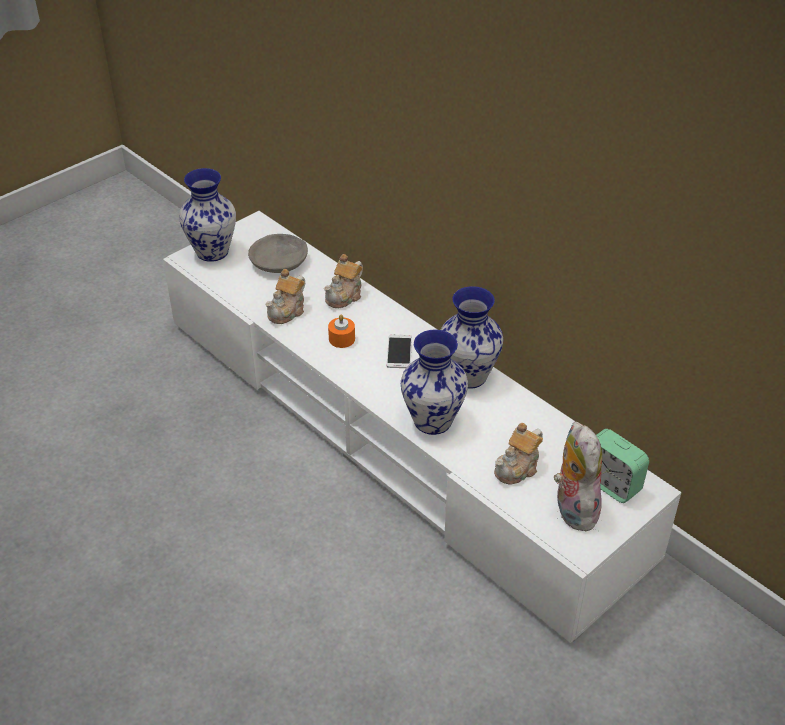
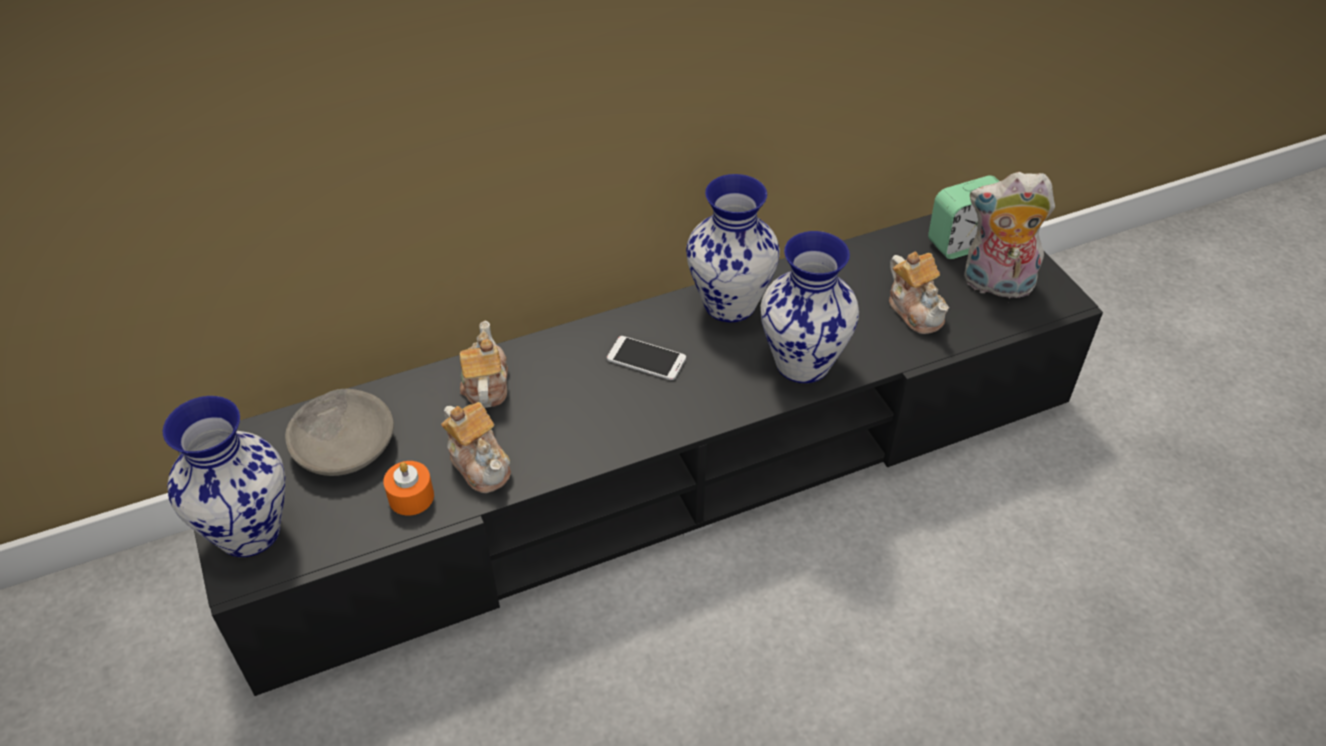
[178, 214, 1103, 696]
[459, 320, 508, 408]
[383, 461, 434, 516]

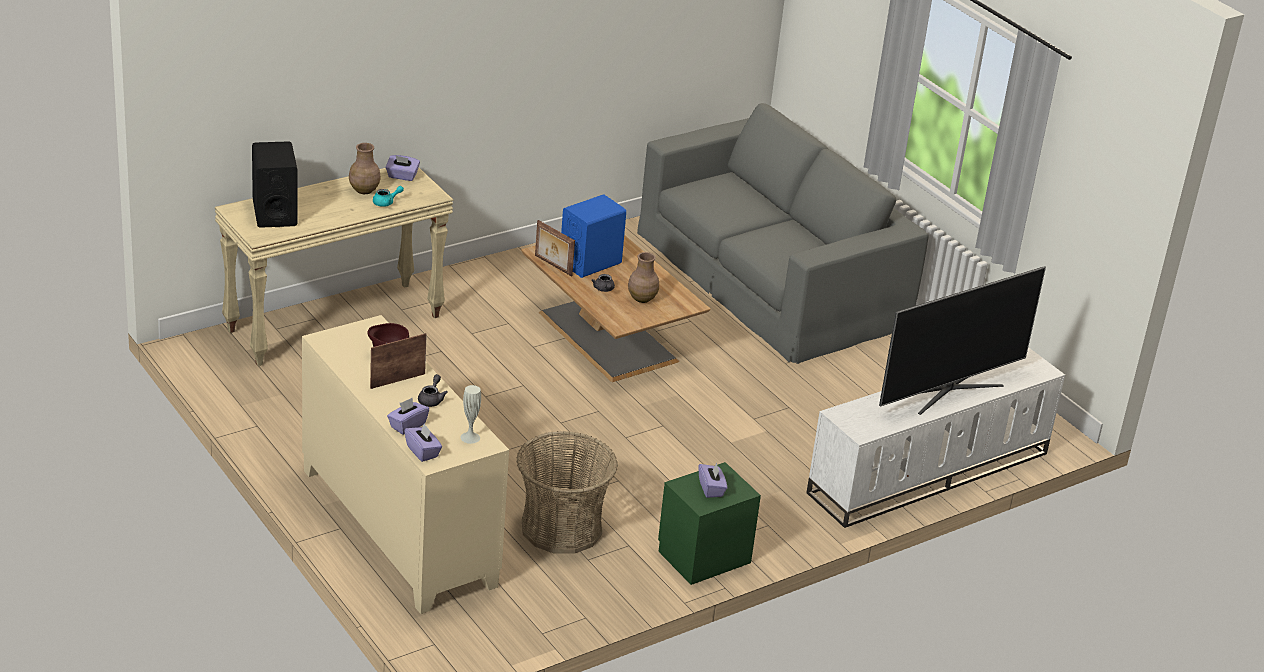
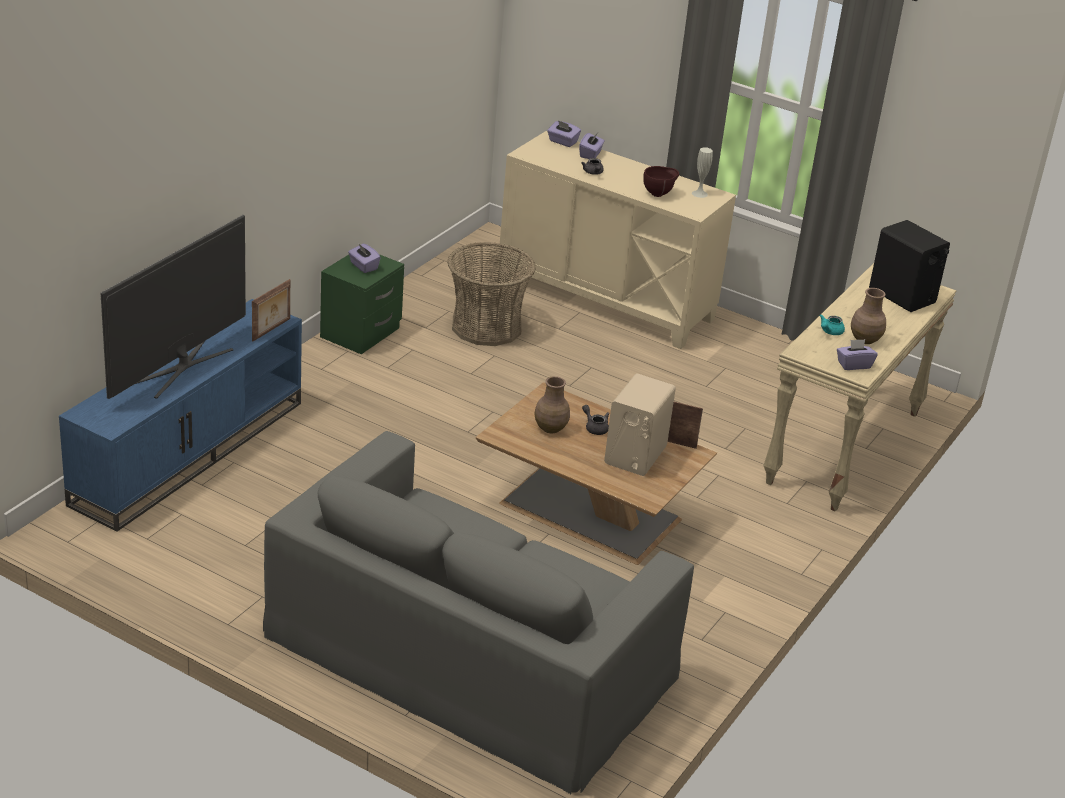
[252, 279, 290, 341]
[692, 147, 713, 198]
[604, 373, 676, 476]
[59, 299, 302, 532]

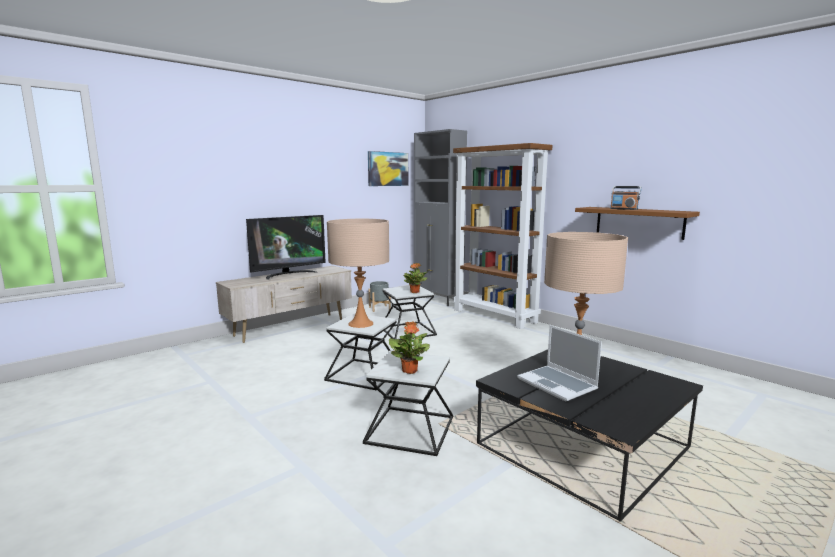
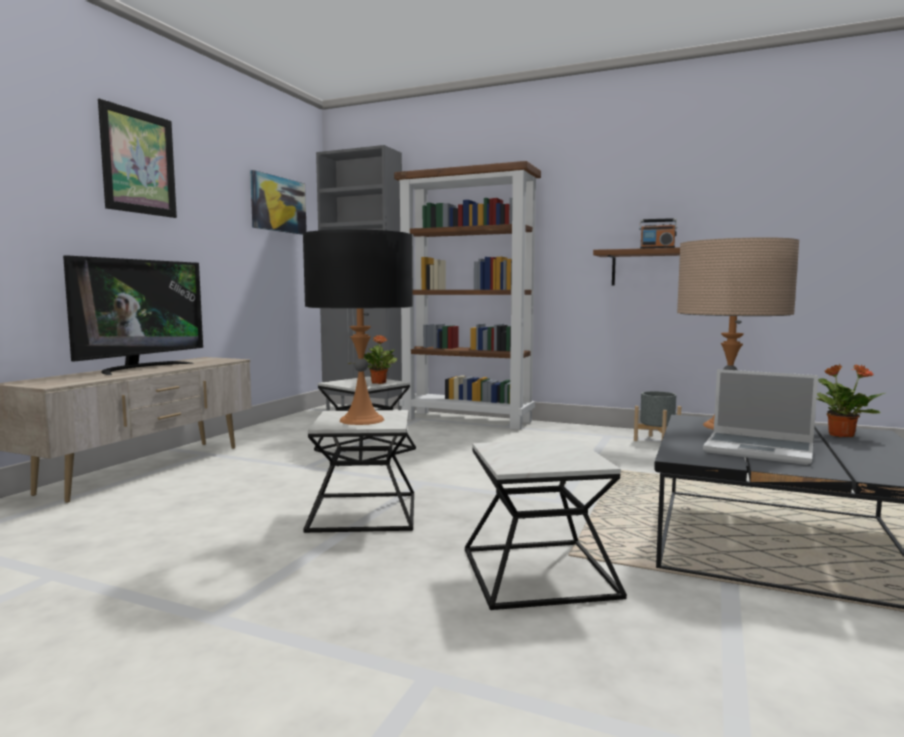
[303, 229, 413, 425]
[634, 391, 682, 441]
[817, 364, 885, 437]
[98, 98, 177, 218]

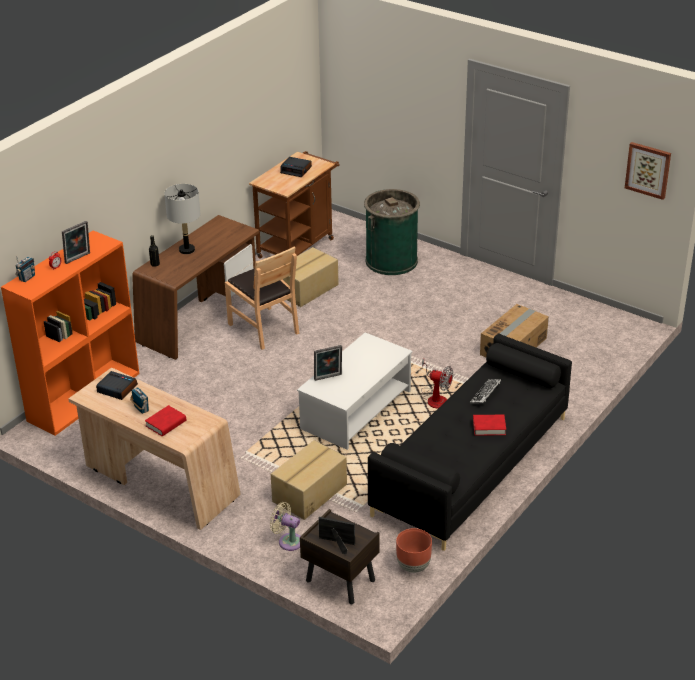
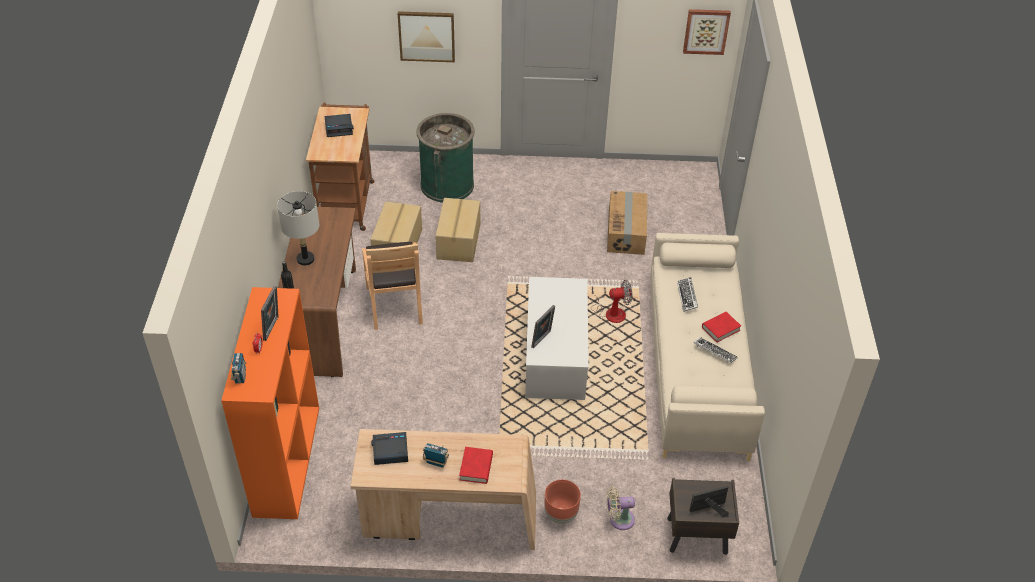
[362, 242, 423, 330]
[435, 198, 480, 262]
[650, 233, 765, 461]
[544, 480, 581, 524]
[398, 11, 455, 62]
[693, 337, 738, 363]

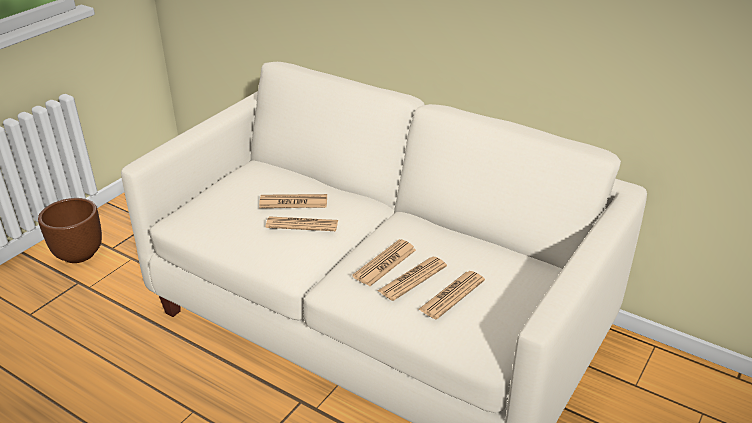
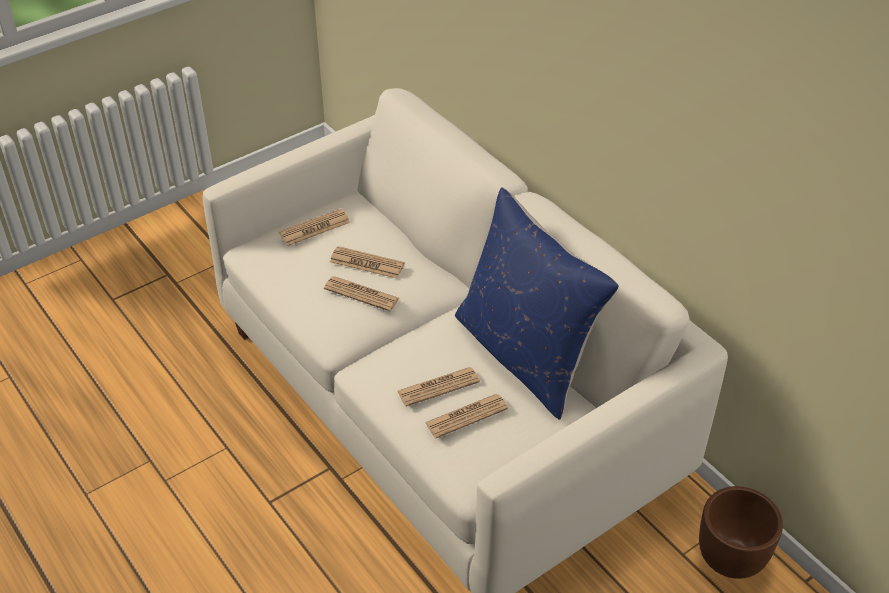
[699, 486, 783, 579]
[279, 209, 350, 246]
[455, 187, 619, 420]

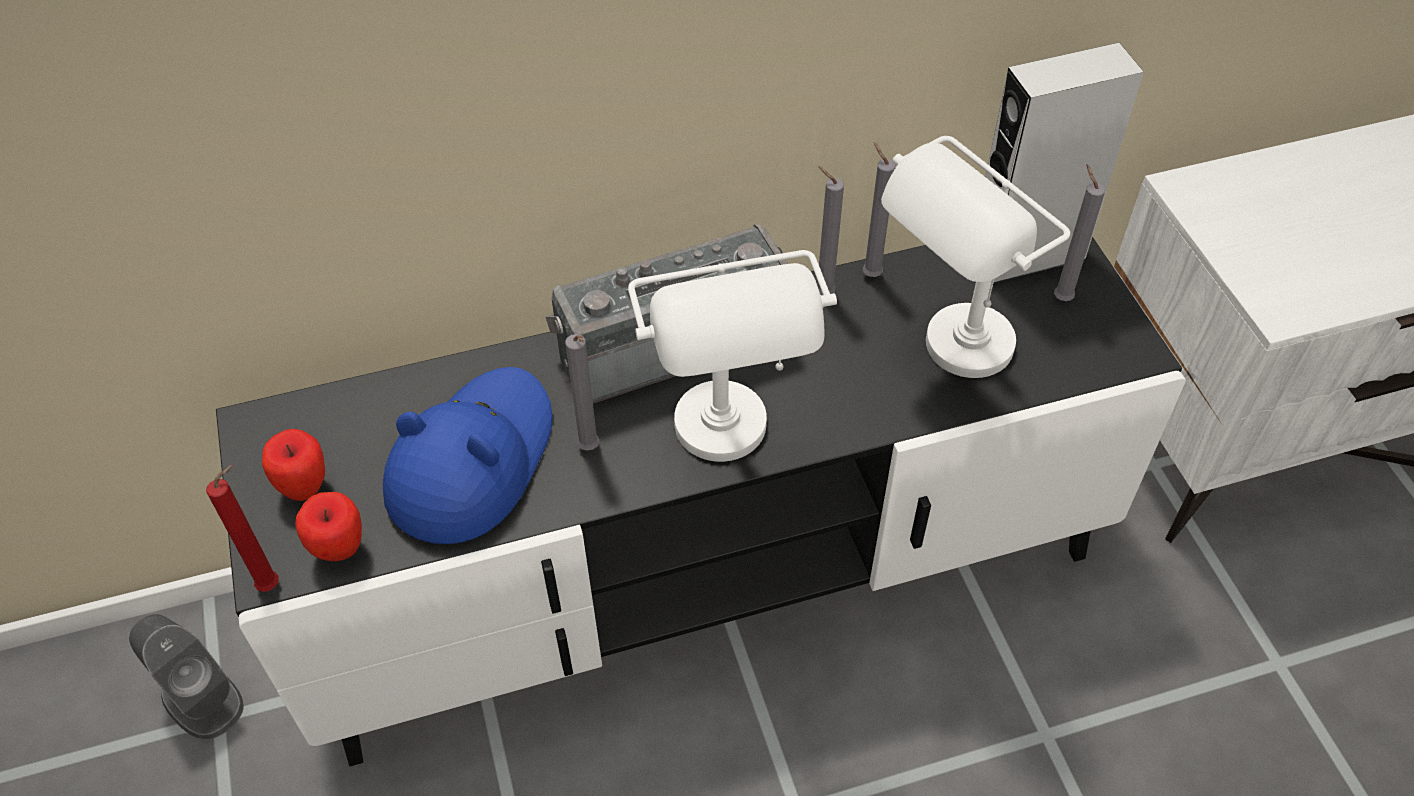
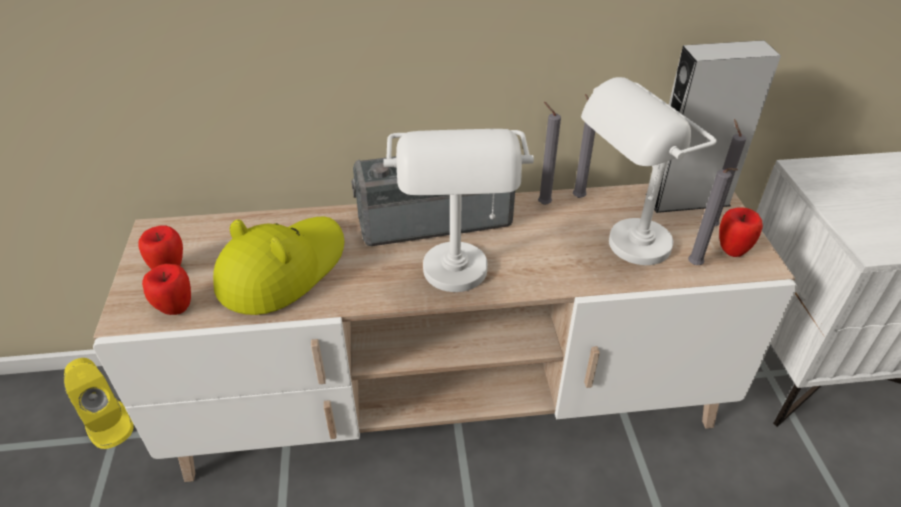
[64, 358, 134, 449]
[206, 465, 279, 592] (first image)
[93, 184, 797, 482]
[213, 216, 344, 315]
[688, 168, 738, 265]
[719, 207, 763, 257]

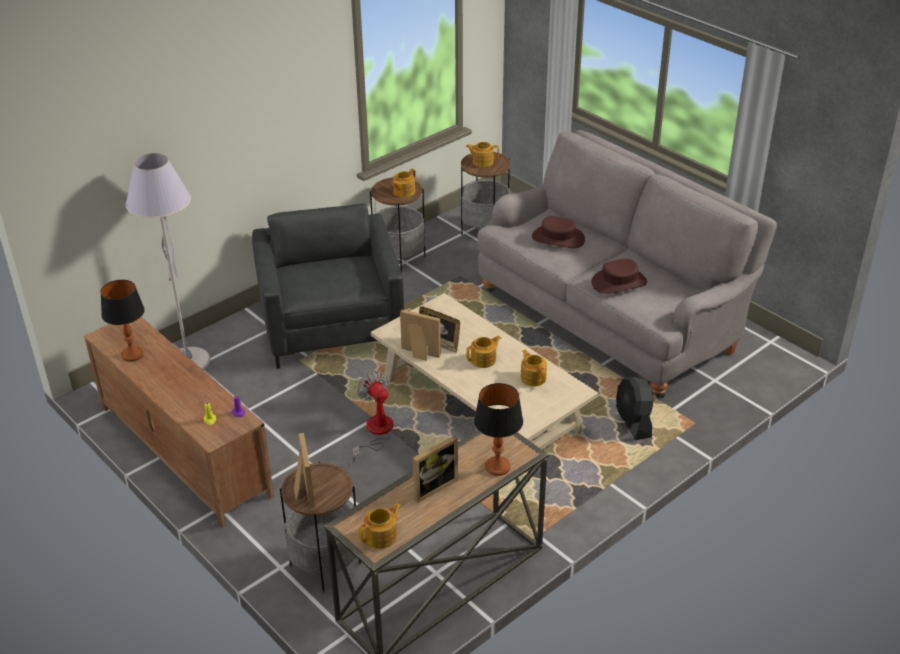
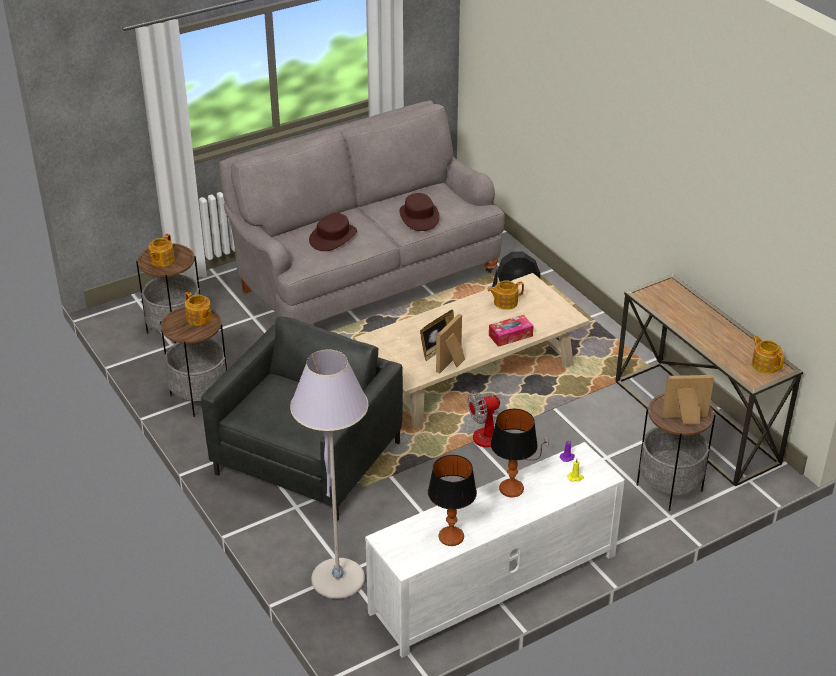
[365, 442, 625, 658]
[201, 316, 403, 521]
[413, 436, 458, 503] (first image)
[466, 336, 501, 368] (first image)
[490, 409, 538, 497]
[489, 315, 533, 347]

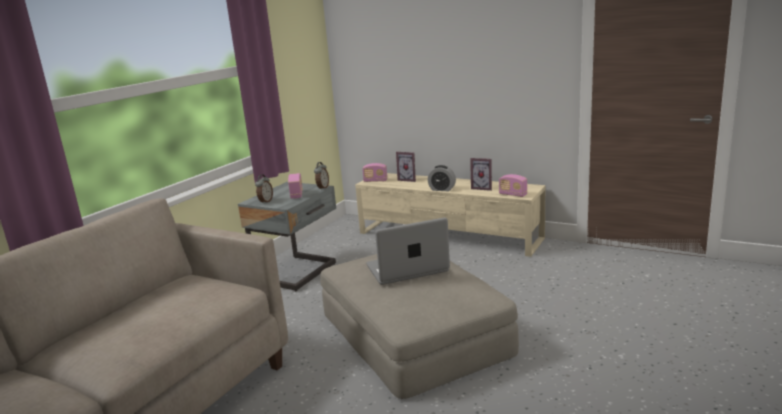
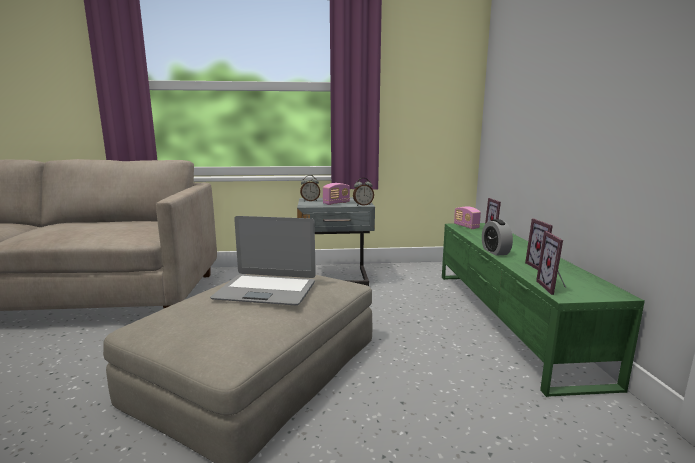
[442, 223, 645, 397]
[210, 216, 316, 305]
[536, 231, 567, 295]

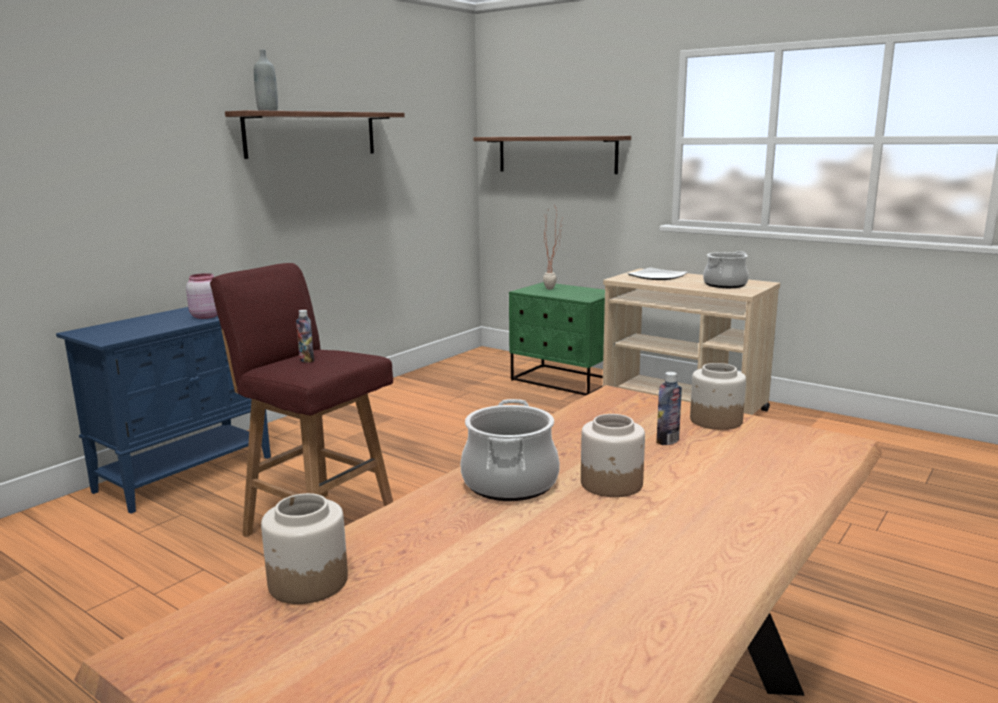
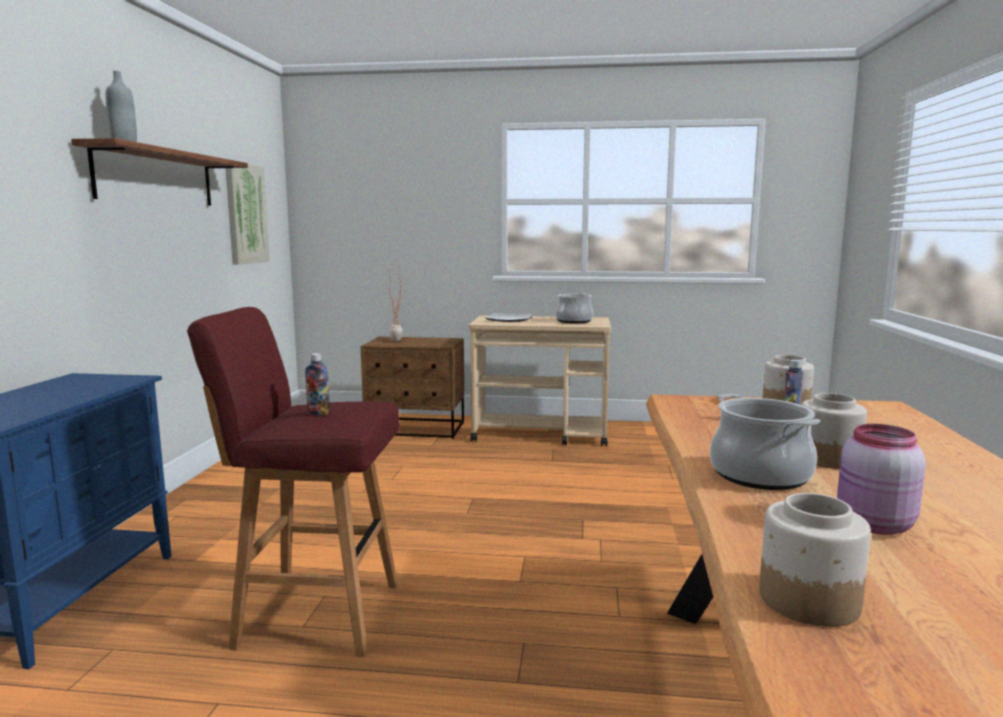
[837, 424, 926, 535]
[473, 136, 631, 174] (first image)
[361, 337, 464, 439]
[226, 164, 270, 265]

